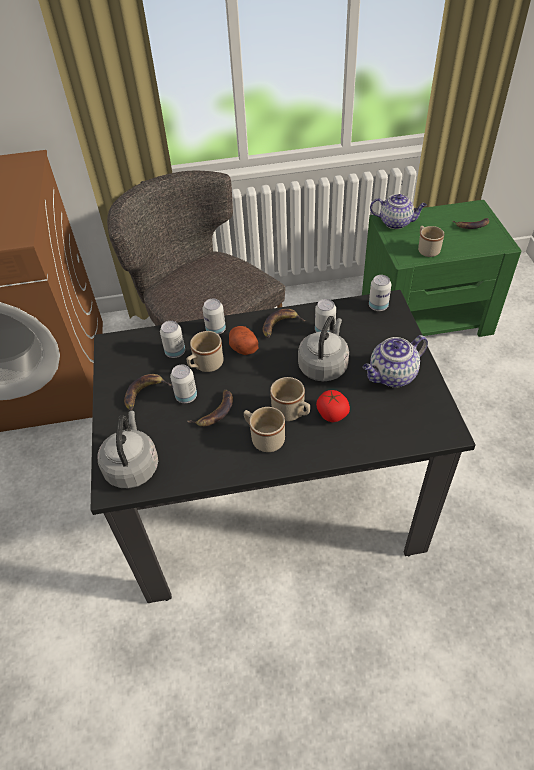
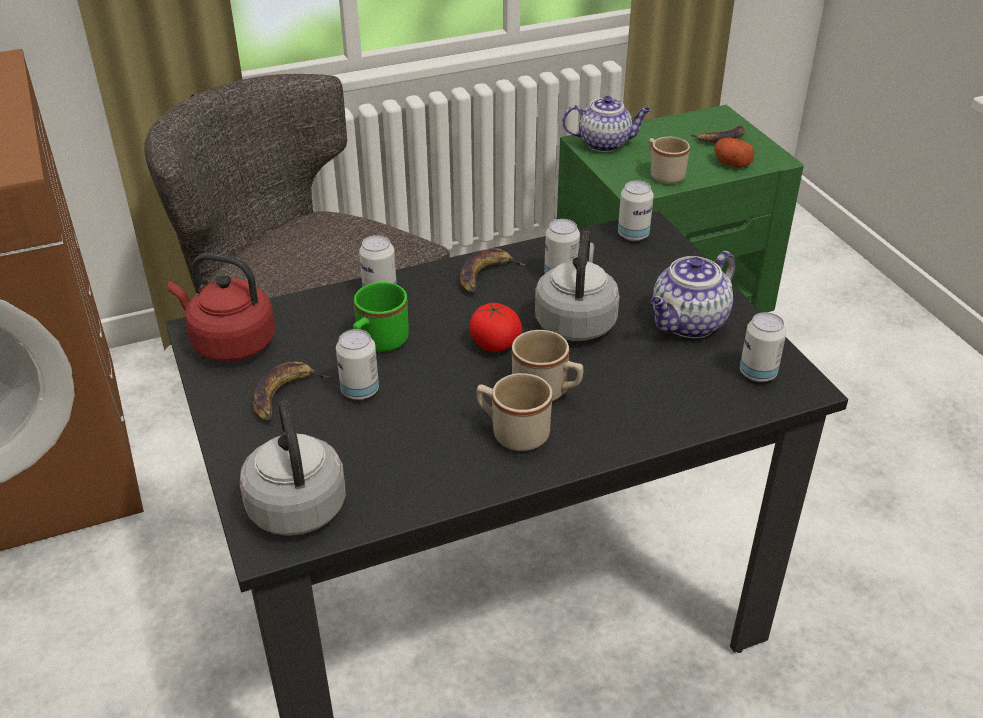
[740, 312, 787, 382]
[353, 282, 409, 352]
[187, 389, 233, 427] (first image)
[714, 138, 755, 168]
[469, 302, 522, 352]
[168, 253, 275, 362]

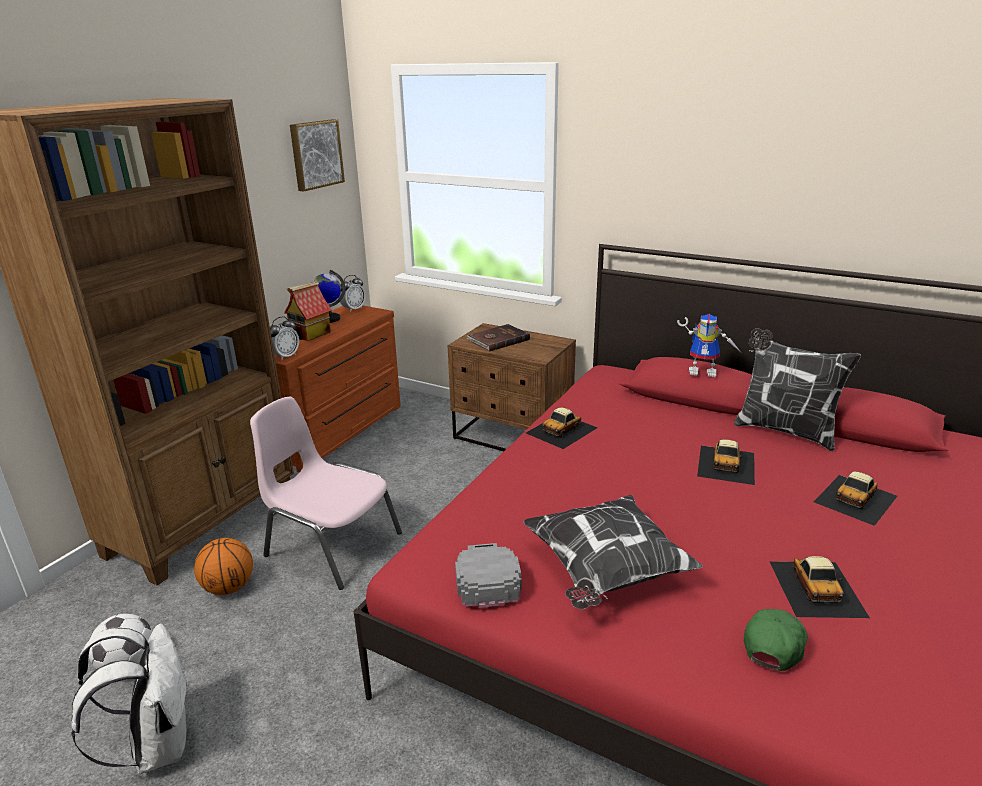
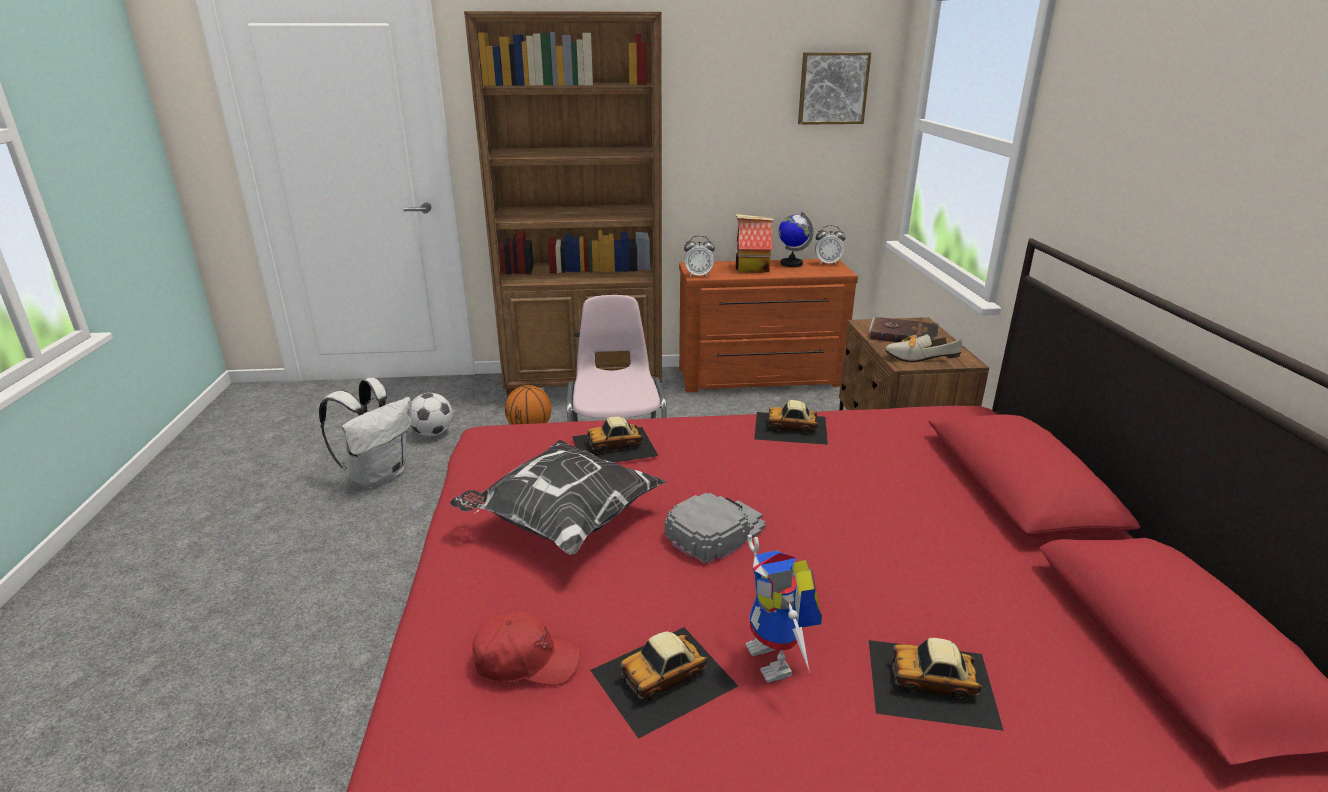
[665, 493, 766, 563]
[745, 534, 822, 683]
[572, 416, 658, 463]
[734, 328, 861, 452] (first image)
[472, 612, 581, 686]
[885, 334, 962, 362]

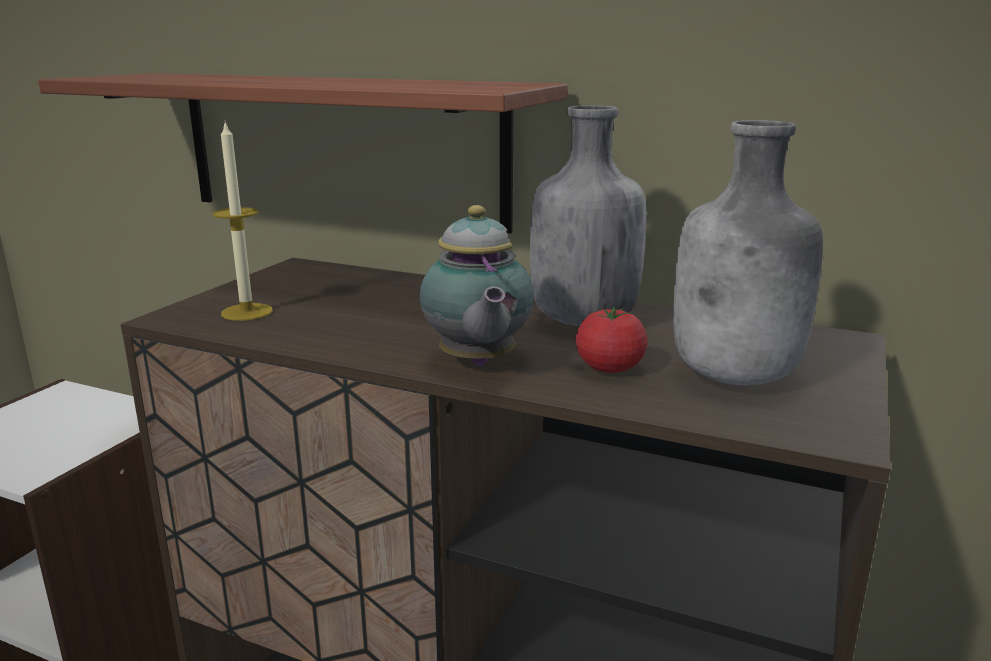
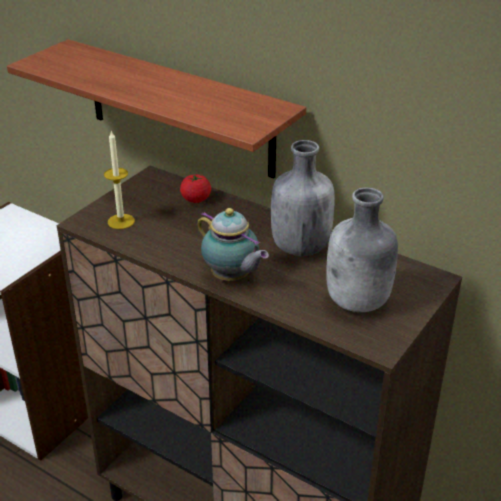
[197, 208, 269, 281]
[180, 174, 211, 203]

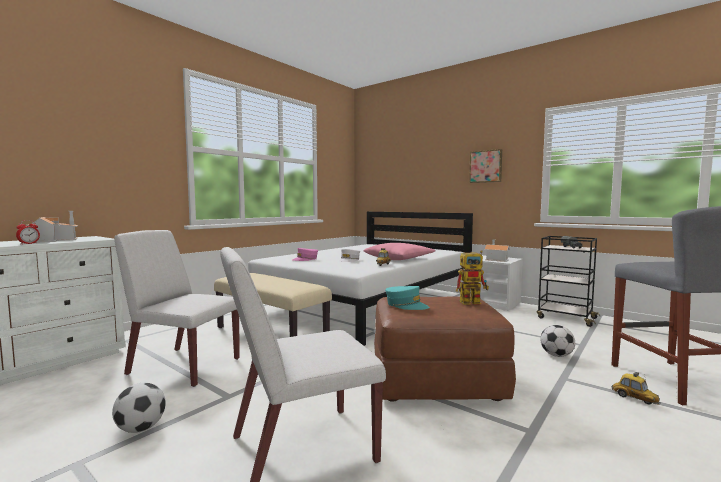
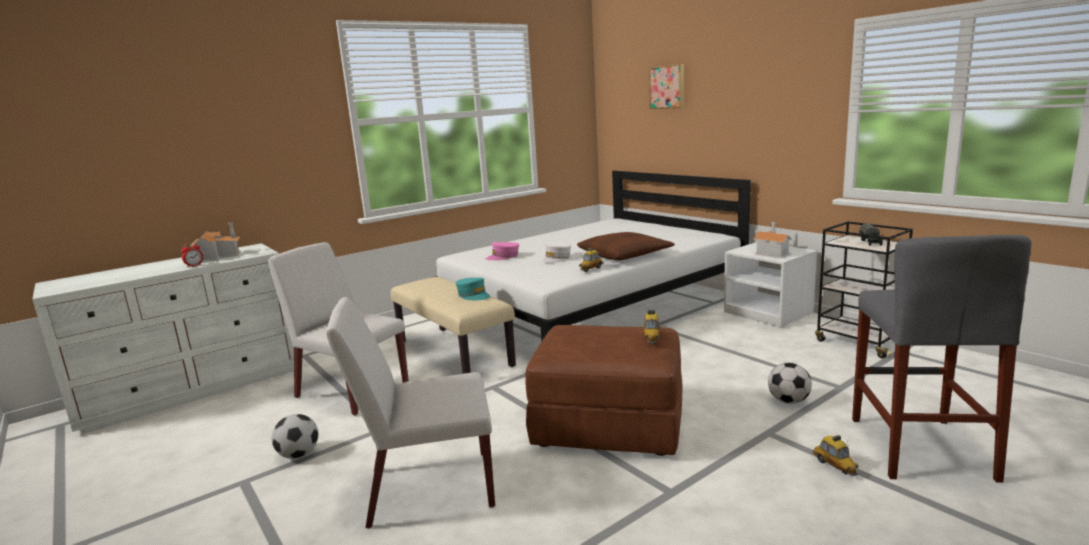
[577, 232, 675, 260]
[456, 278, 490, 300]
[643, 310, 660, 344]
[649, 64, 684, 109]

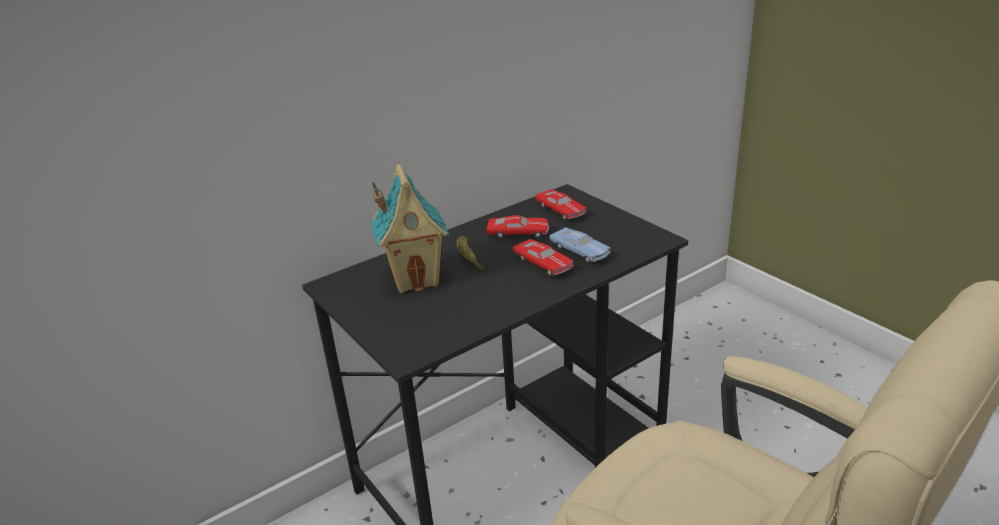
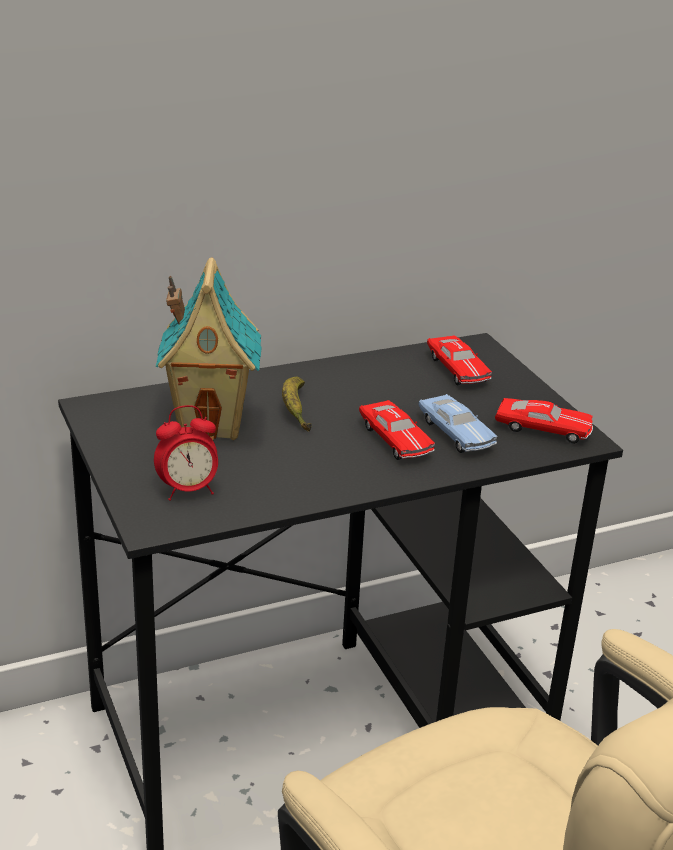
[495, 398, 593, 444]
[154, 405, 218, 501]

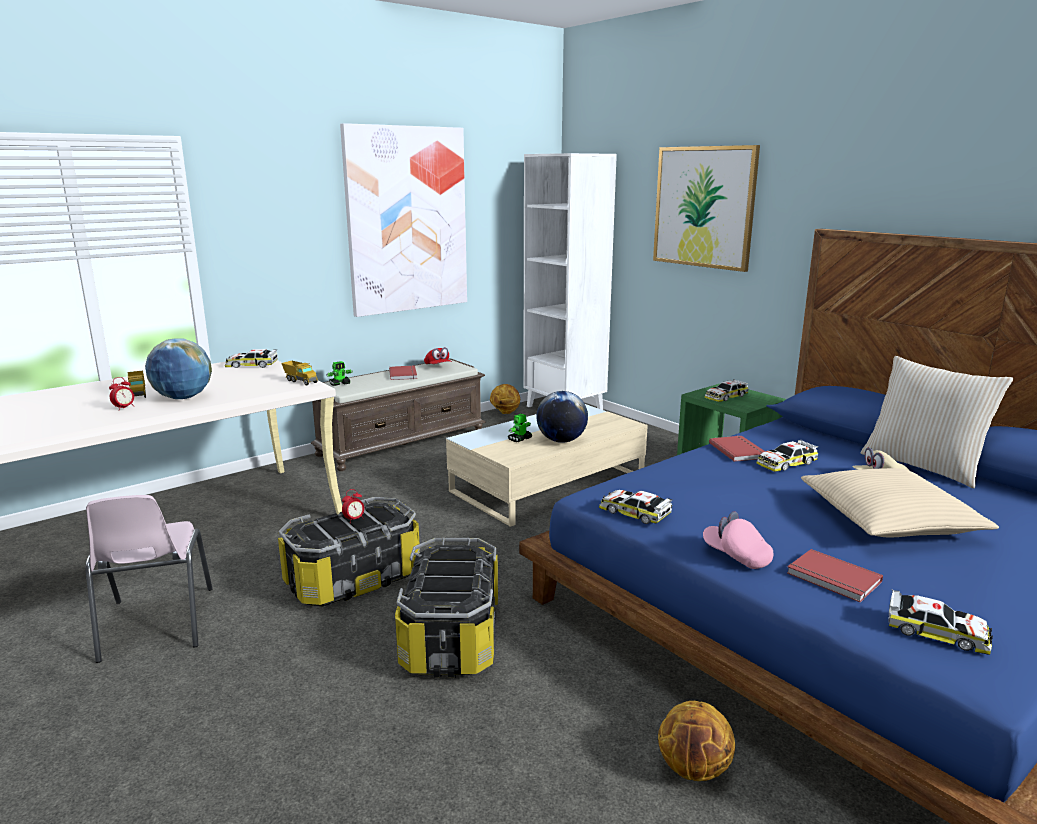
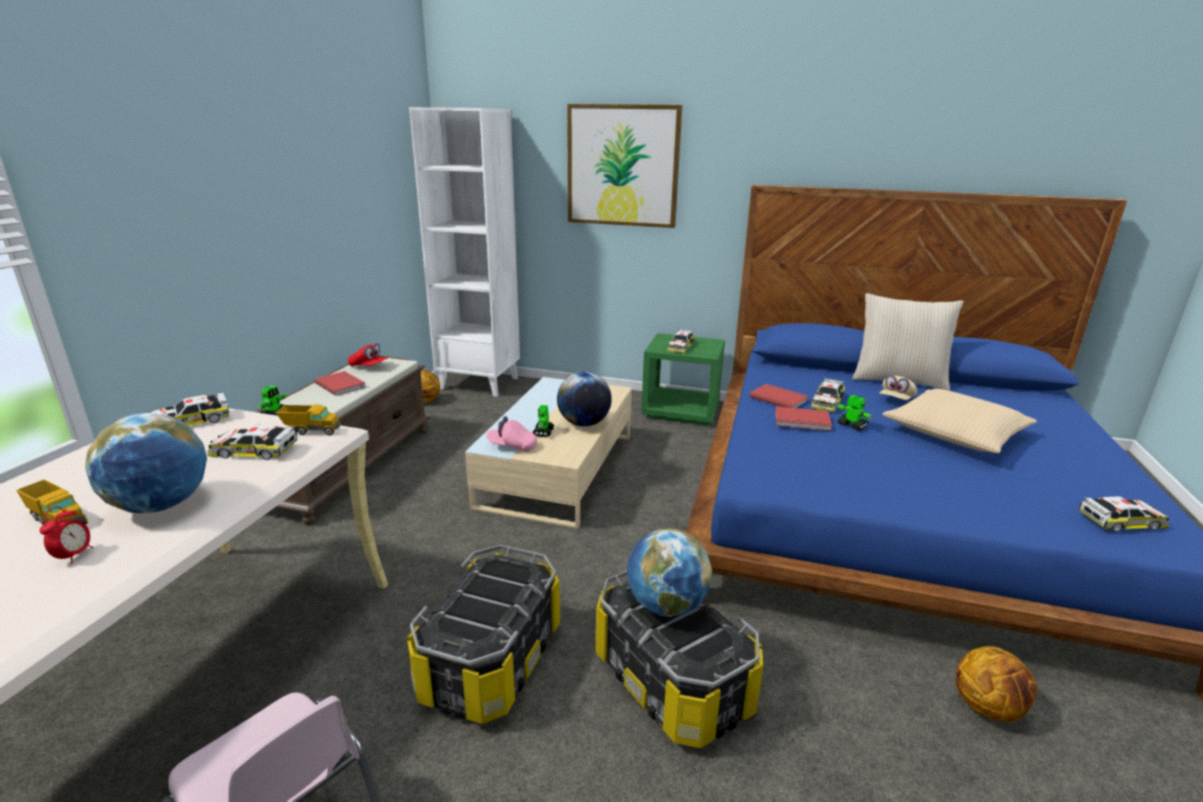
[340, 123, 467, 317] (first image)
[342, 489, 365, 522] (first image)
[207, 425, 297, 460]
[487, 416, 537, 452]
[775, 406, 832, 431]
[627, 528, 712, 617]
[837, 395, 873, 431]

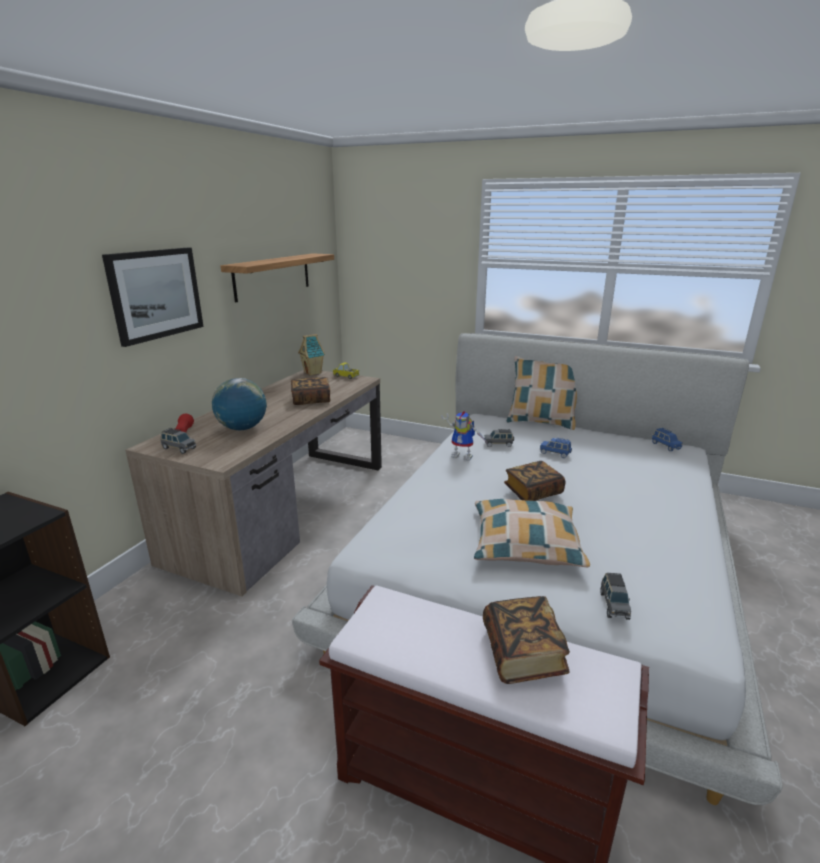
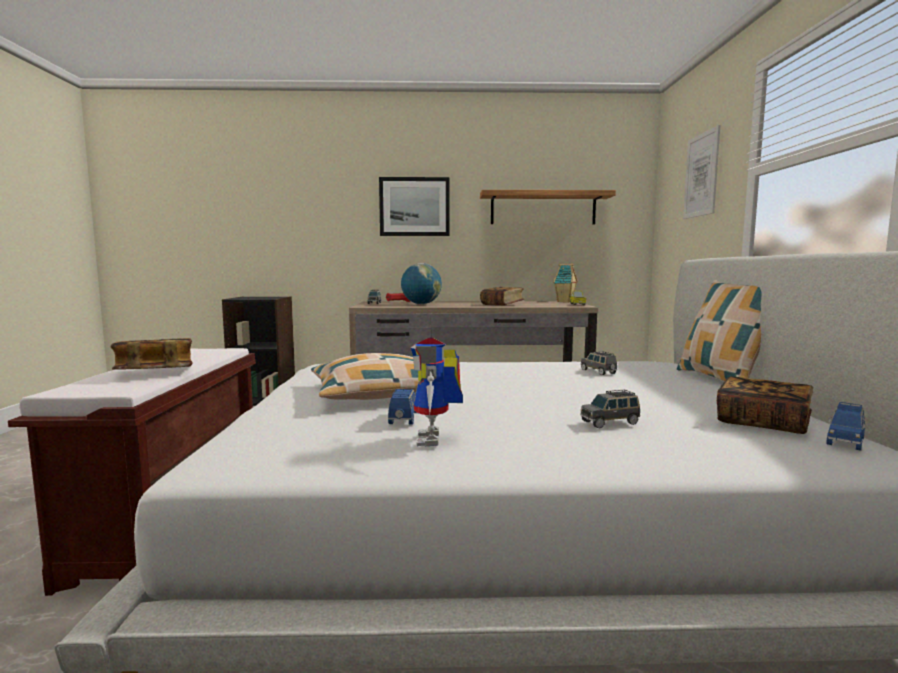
[411, 338, 463, 446]
[717, 376, 813, 434]
[388, 389, 417, 425]
[580, 390, 640, 428]
[683, 125, 720, 219]

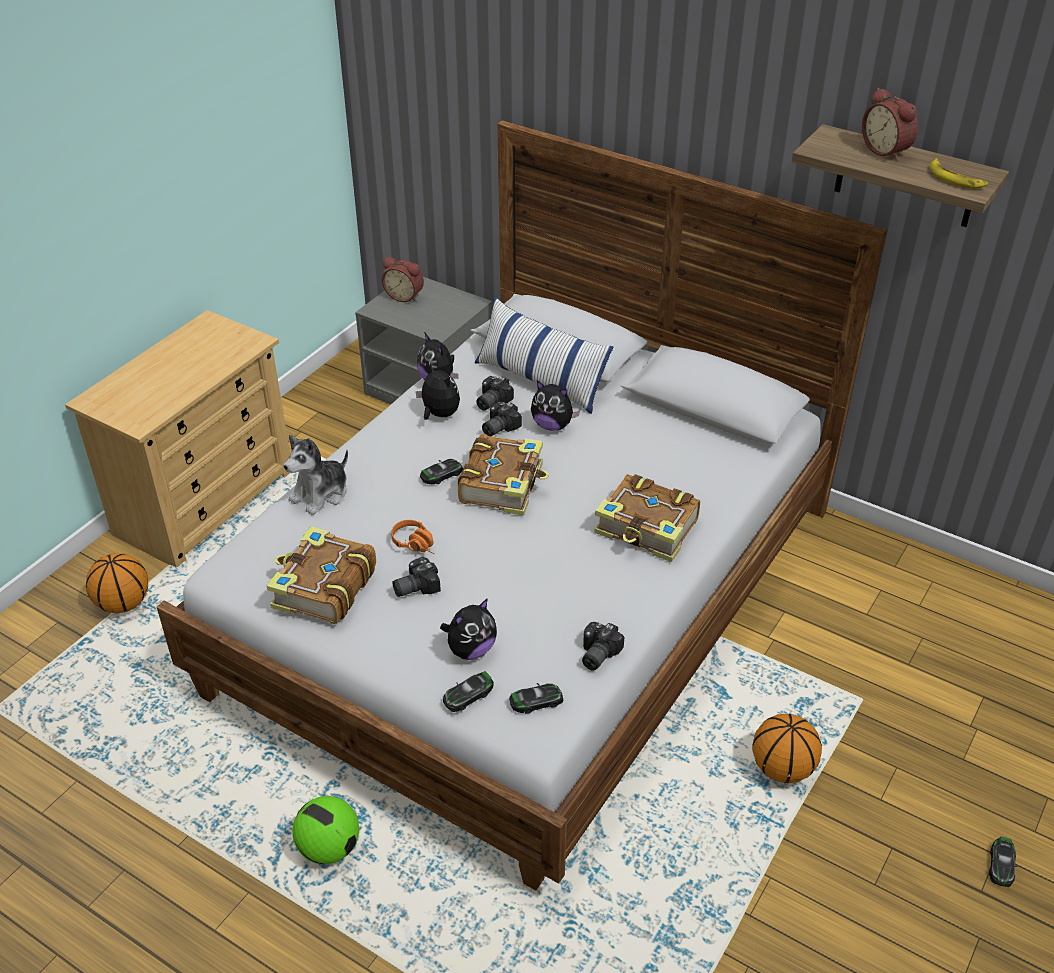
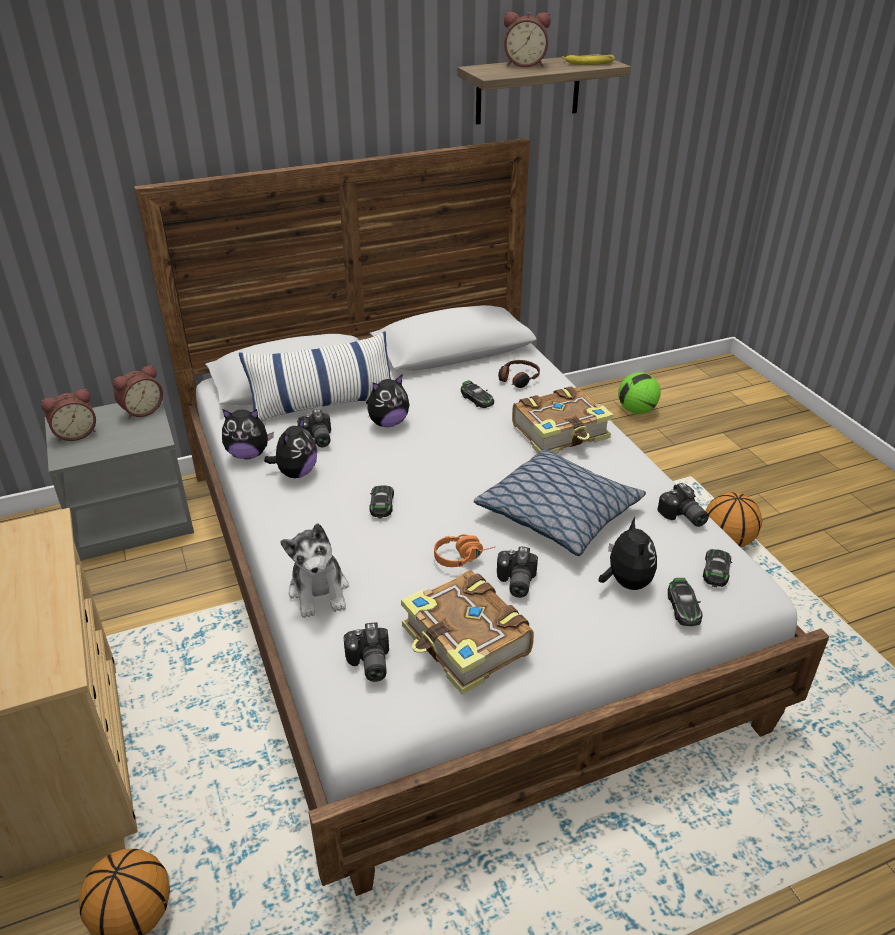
[618, 372, 661, 414]
[264, 416, 317, 478]
[458, 434, 549, 516] (first image)
[344, 622, 389, 682]
[461, 380, 494, 408]
[113, 365, 163, 419]
[474, 448, 646, 556]
[498, 360, 540, 388]

